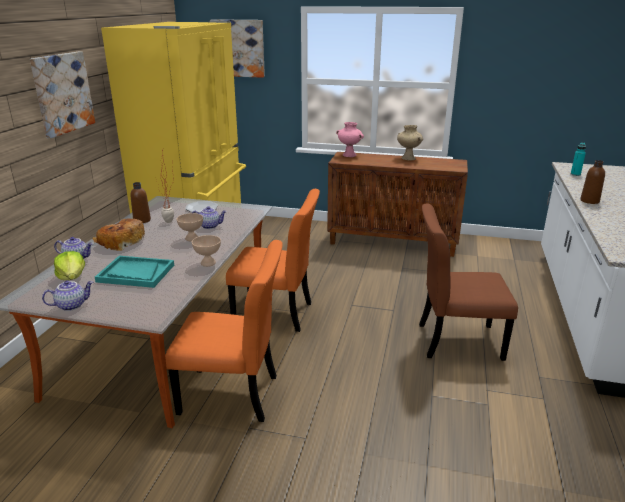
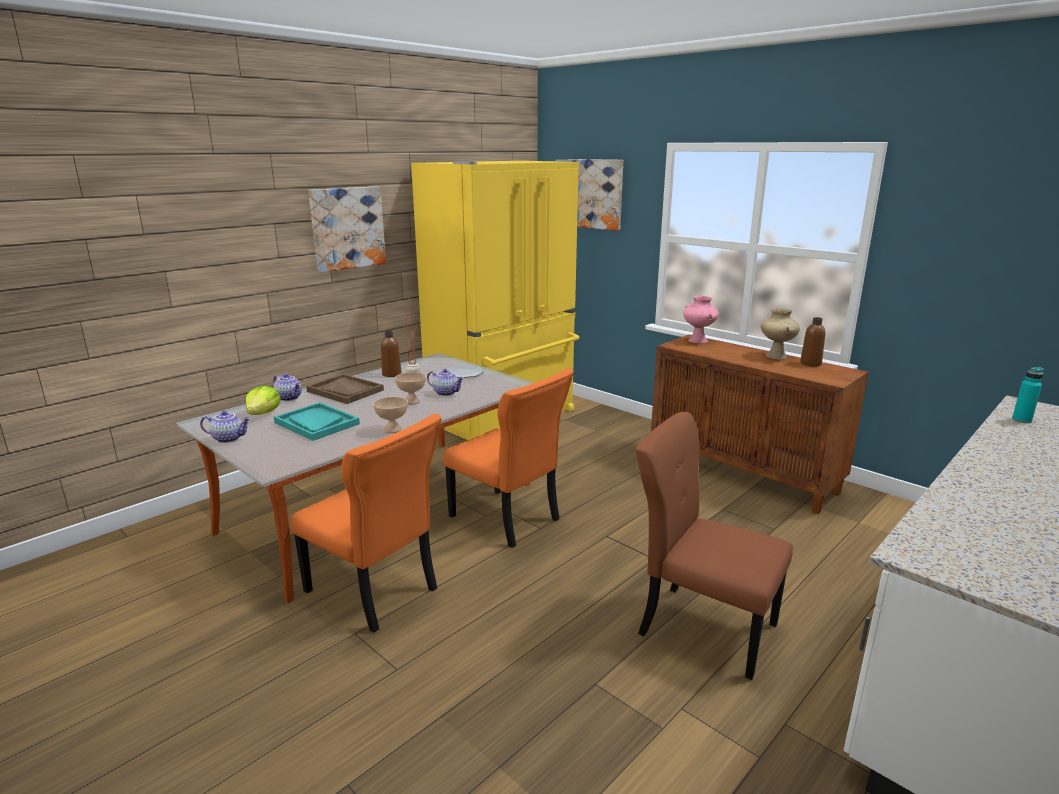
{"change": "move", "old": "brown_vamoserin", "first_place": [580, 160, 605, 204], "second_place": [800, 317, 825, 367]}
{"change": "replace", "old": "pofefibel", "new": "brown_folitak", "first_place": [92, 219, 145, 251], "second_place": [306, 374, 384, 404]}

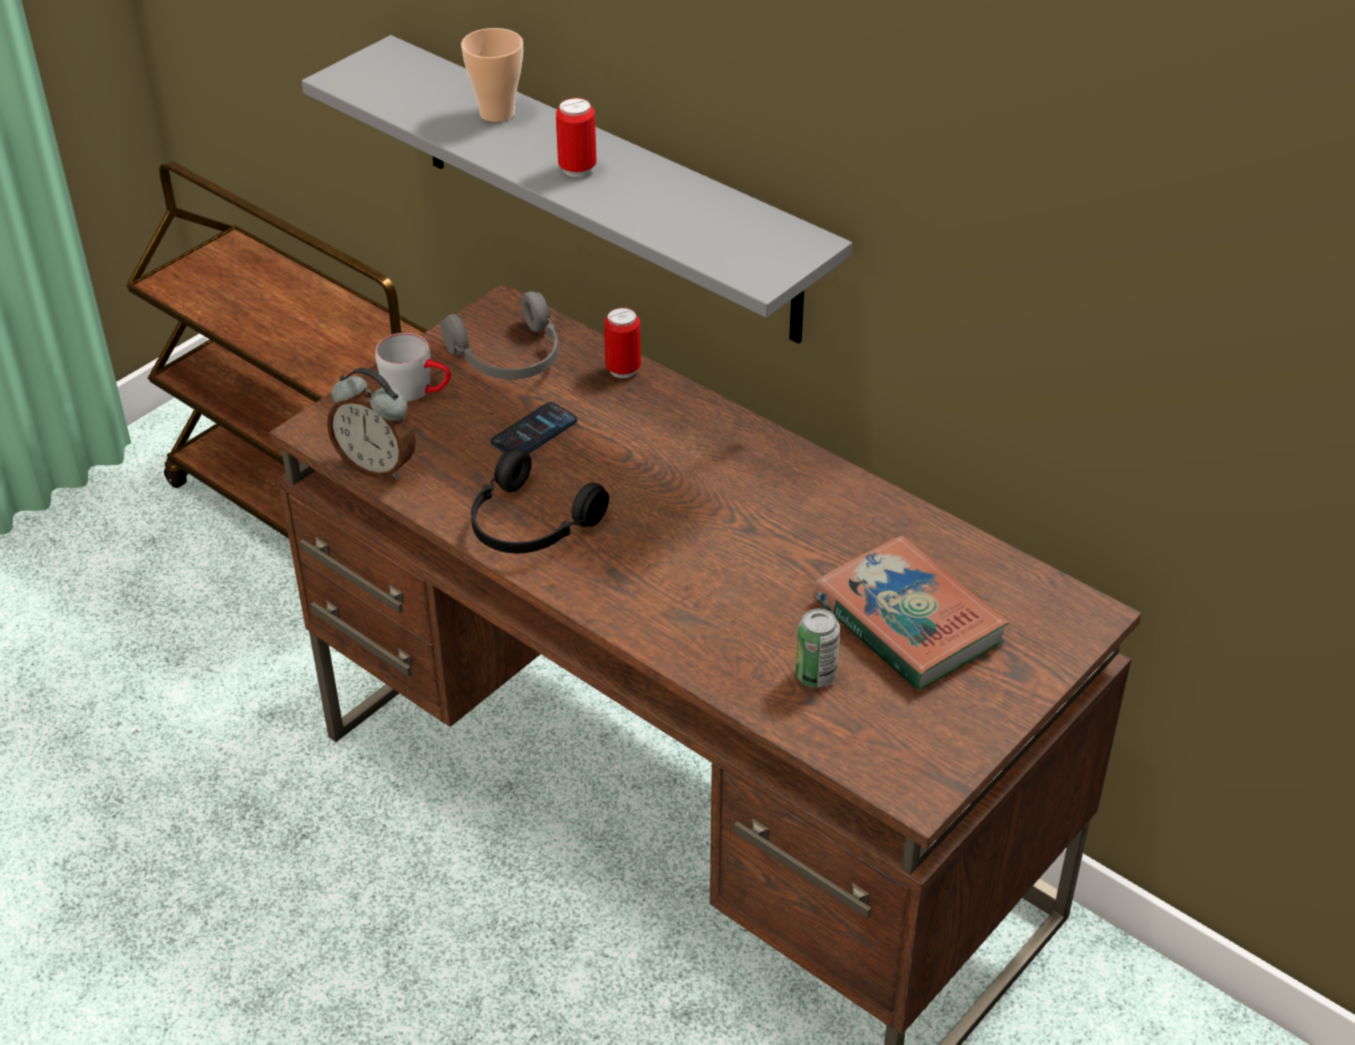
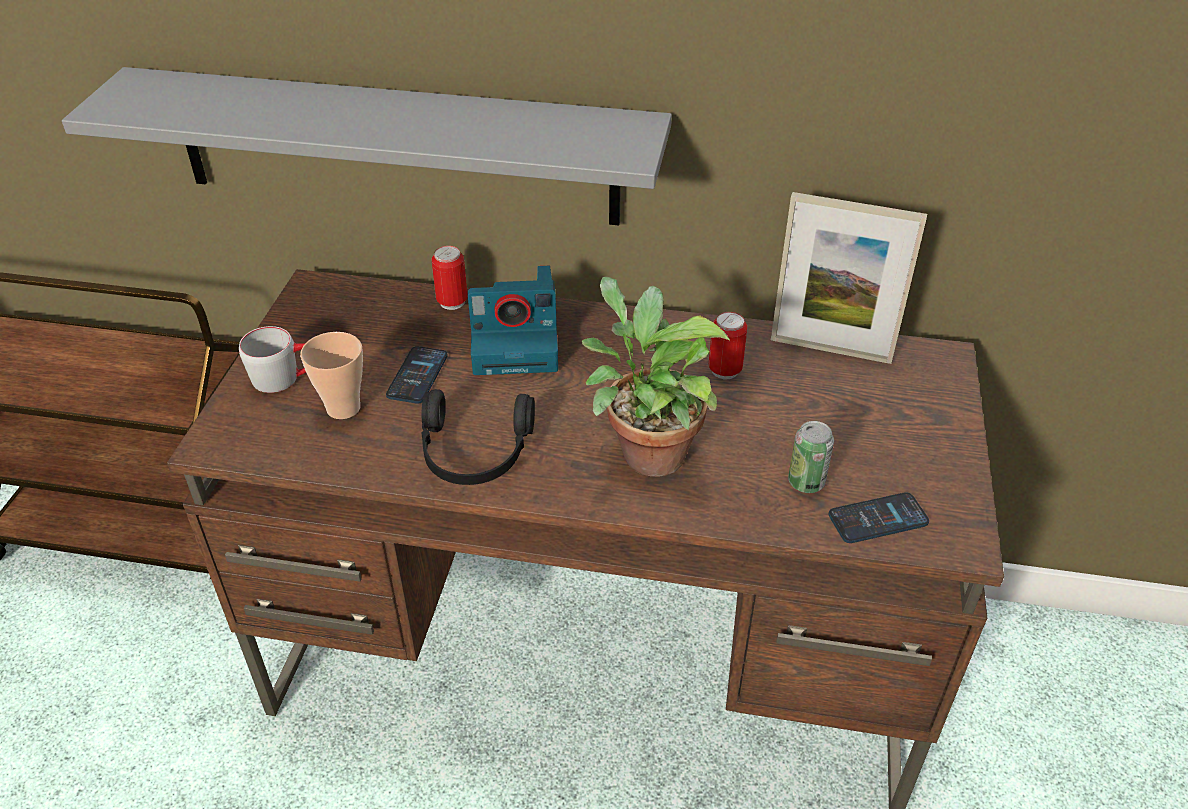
{"change": "delete", "old": "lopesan", "first_place": [327, 368, 416, 479]}
{"change": "delete", "old": "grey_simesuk", "first_place": [441, 291, 558, 380]}
{"change": "delete", "old": "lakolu", "first_place": [812, 536, 1009, 691]}
{"change": "insert", "new": "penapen", "second_place": [468, 266, 558, 375]}
{"change": "insert", "new": "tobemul", "second_place": [582, 277, 730, 477]}
{"change": "insert", "new": "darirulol", "second_place": [771, 192, 927, 364]}
{"change": "insert", "new": "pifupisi", "second_place": [829, 492, 929, 543]}
{"change": "move", "old": "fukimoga", "first_place": [461, 28, 523, 122], "second_place": [300, 332, 363, 419]}
{"change": "move", "old": "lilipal", "first_place": [556, 97, 597, 177], "second_place": [709, 312, 747, 379]}

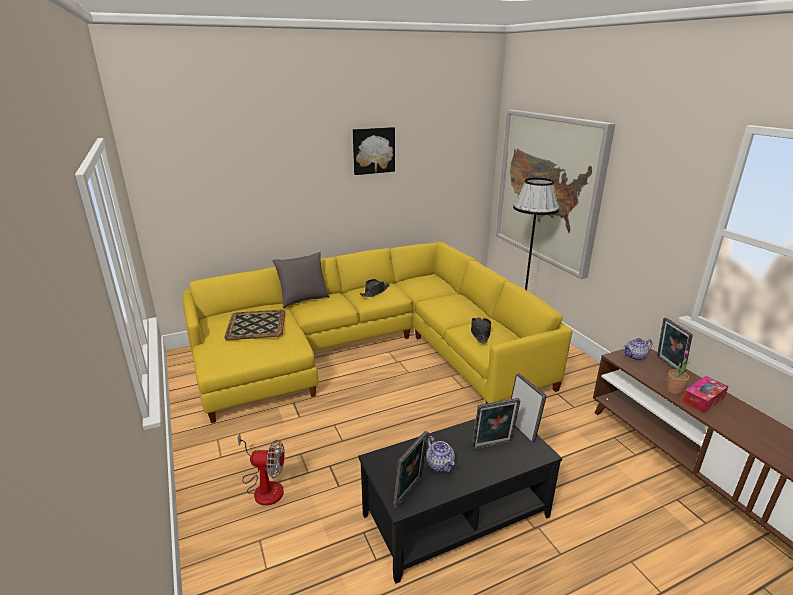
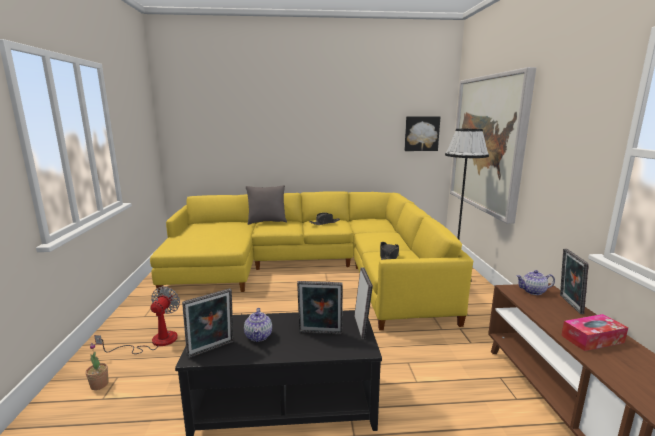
{"change": "delete", "old": "folitak", "first_place": [224, 310, 285, 340]}
{"change": "move", "old": "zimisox", "first_place": [353, 127, 395, 175], "second_place": [404, 116, 440, 151]}
{"change": "move", "old": "tobemul", "first_place": [666, 350, 689, 395], "second_place": [85, 343, 109, 390]}
{"change": "rotate", "old": "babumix", "first_place": [238, 434, 285, 506], "second_place": [94, 287, 180, 354], "degrees": -105}

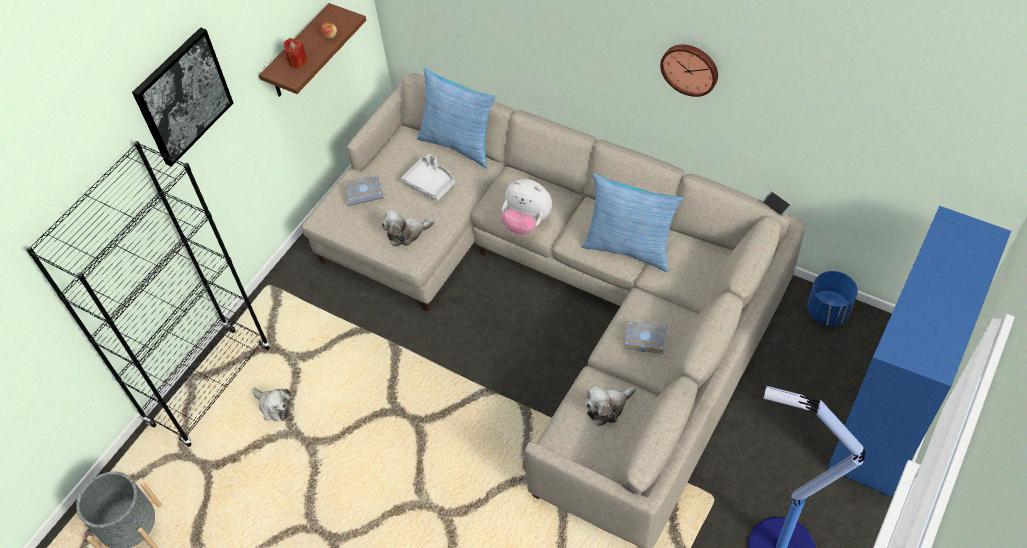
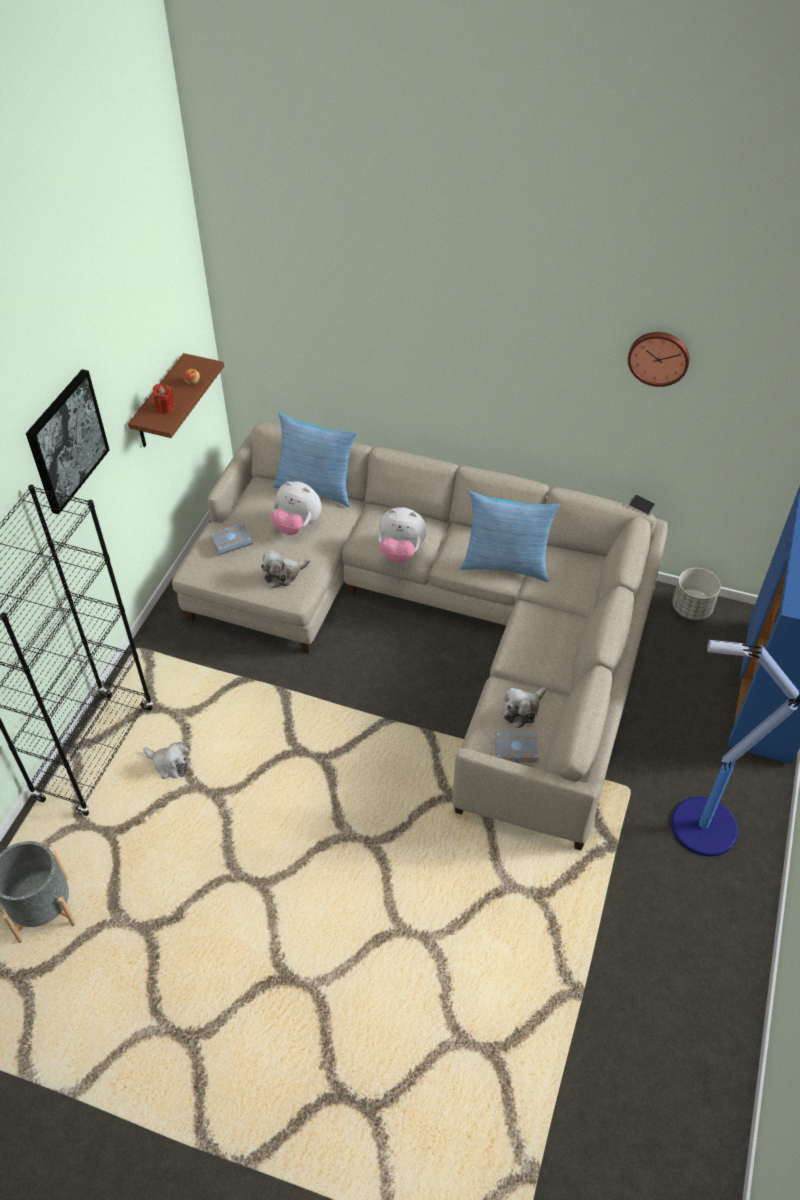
{"change": "move", "old": "grey_lakolu", "first_place": [624, 321, 667, 354], "second_place": [495, 732, 538, 763]}
{"change": "move", "old": "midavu", "first_place": [660, 44, 718, 97], "second_place": [628, 332, 690, 387]}
{"change": "replace", "old": "grey_folitak", "new": "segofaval", "first_place": [401, 154, 455, 201], "second_place": [271, 481, 322, 535]}
{"change": "recolor", "old": "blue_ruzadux", "new": "grey_ruzadux", "first_place": [807, 271, 858, 326], "second_place": [673, 568, 721, 620]}

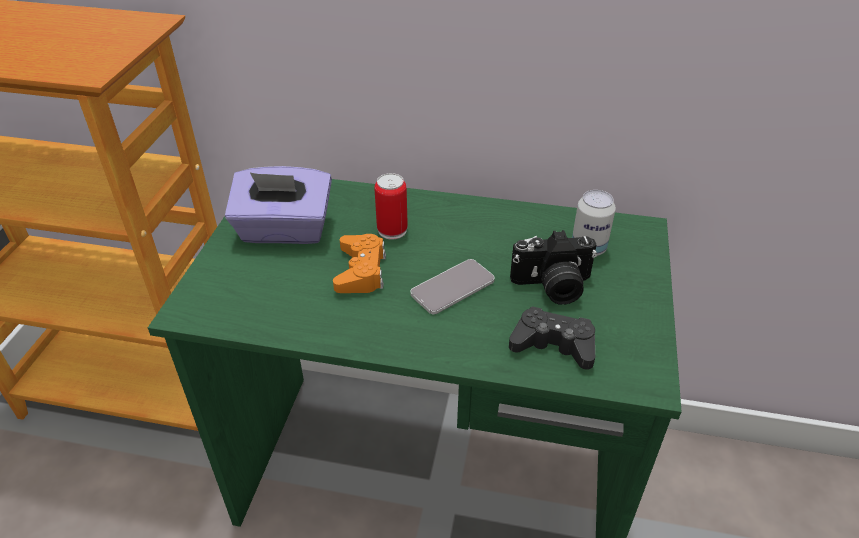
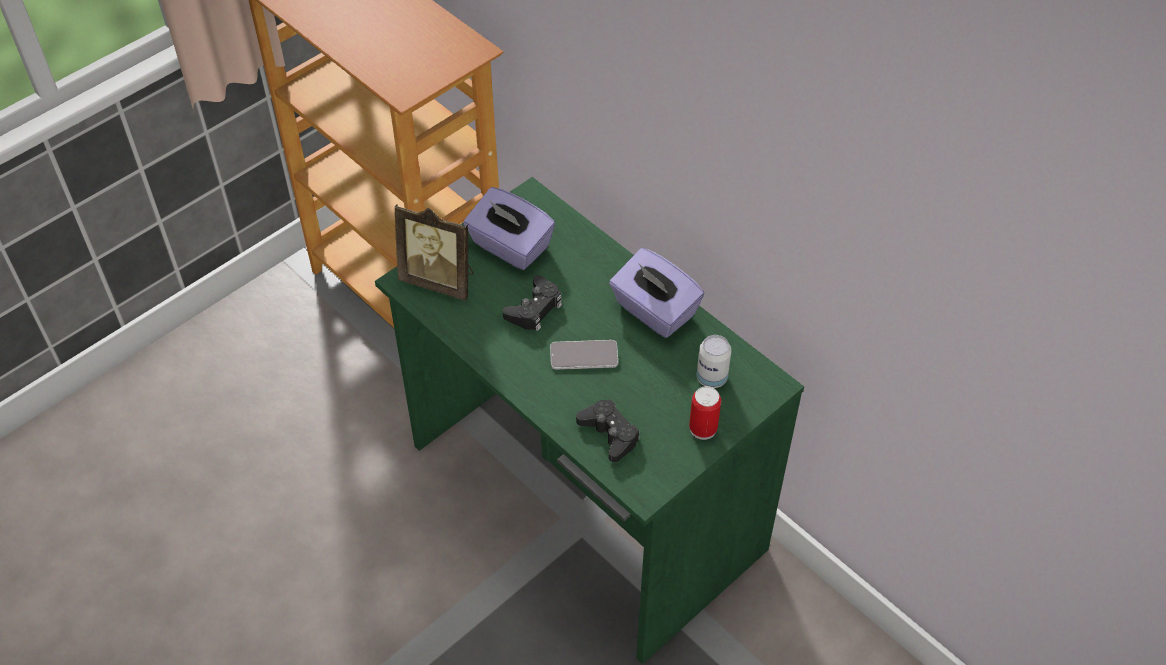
{"change": "delete", "old": "penapen", "first_place": [510, 230, 597, 305]}
{"change": "insert", "new": "darirulol", "second_place": [395, 204, 473, 301]}
{"change": "insert", "new": "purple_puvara", "second_place": [609, 248, 705, 338]}
{"change": "move", "old": "lilipal", "first_place": [374, 173, 408, 239], "second_place": [689, 386, 721, 440]}
{"change": "recolor", "old": "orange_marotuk", "new": "black_marotuk", "first_place": [333, 234, 386, 293], "second_place": [503, 275, 562, 331]}

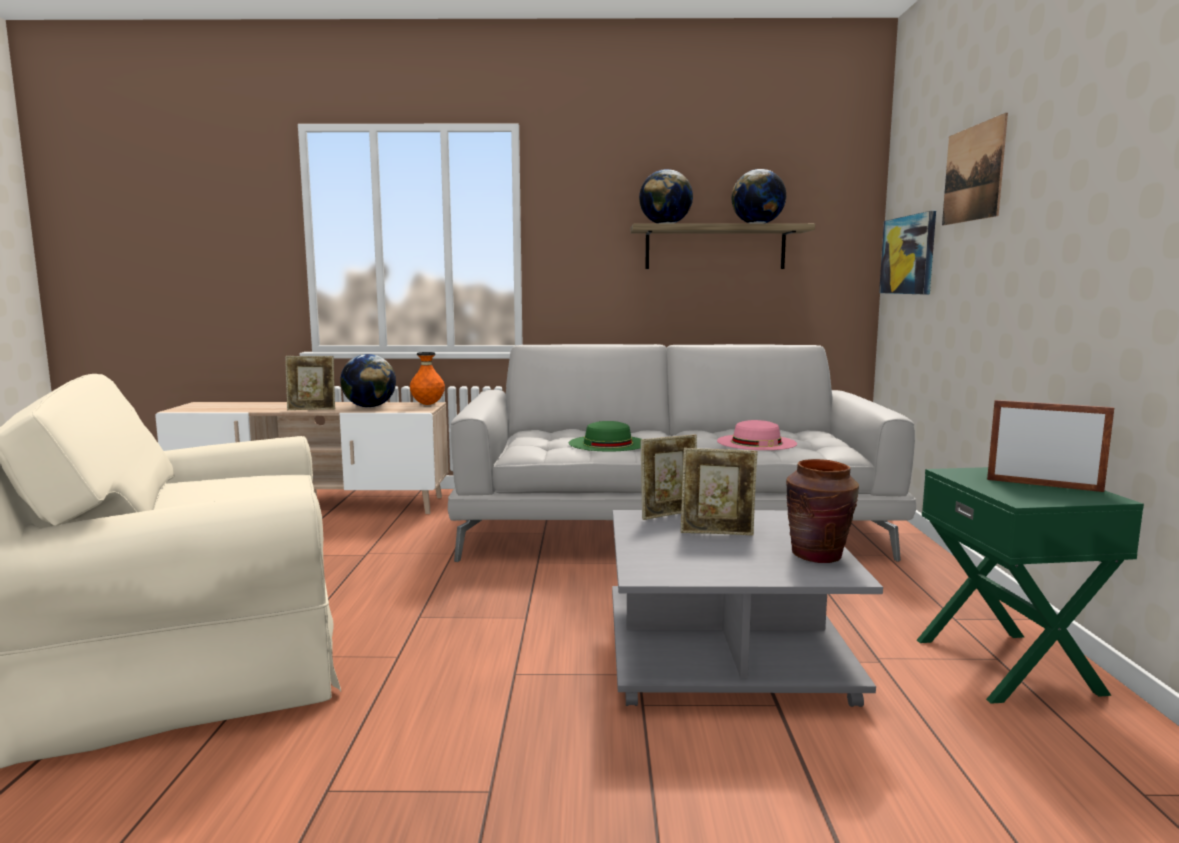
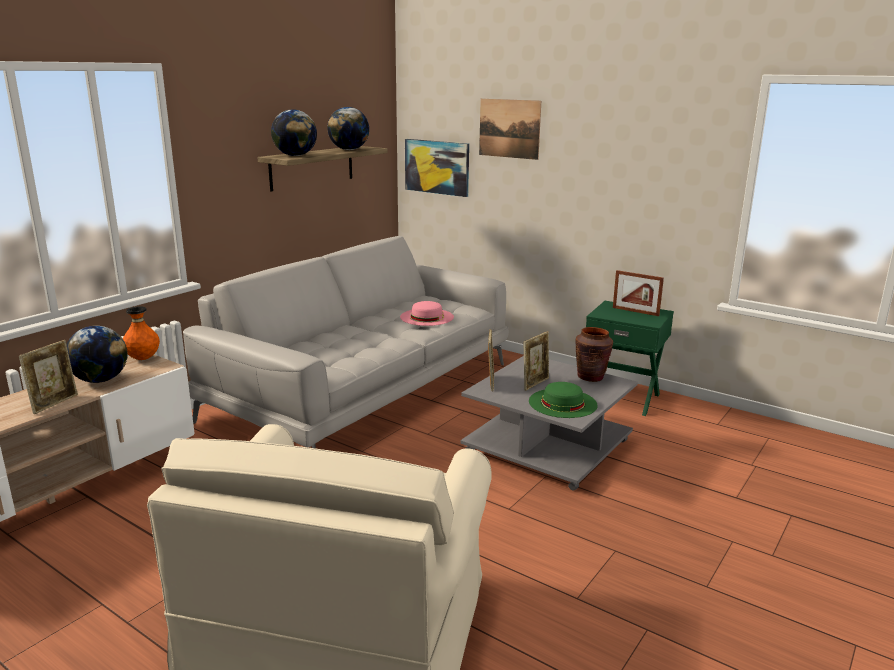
{"change": "move", "old": "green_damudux", "first_place": [569, 421, 642, 452], "second_place": [529, 382, 597, 418]}
{"change": "rotate", "old": "darirulol", "first_place": [987, 400, 1114, 492], "second_place": [613, 270, 664, 316], "degrees": -120}

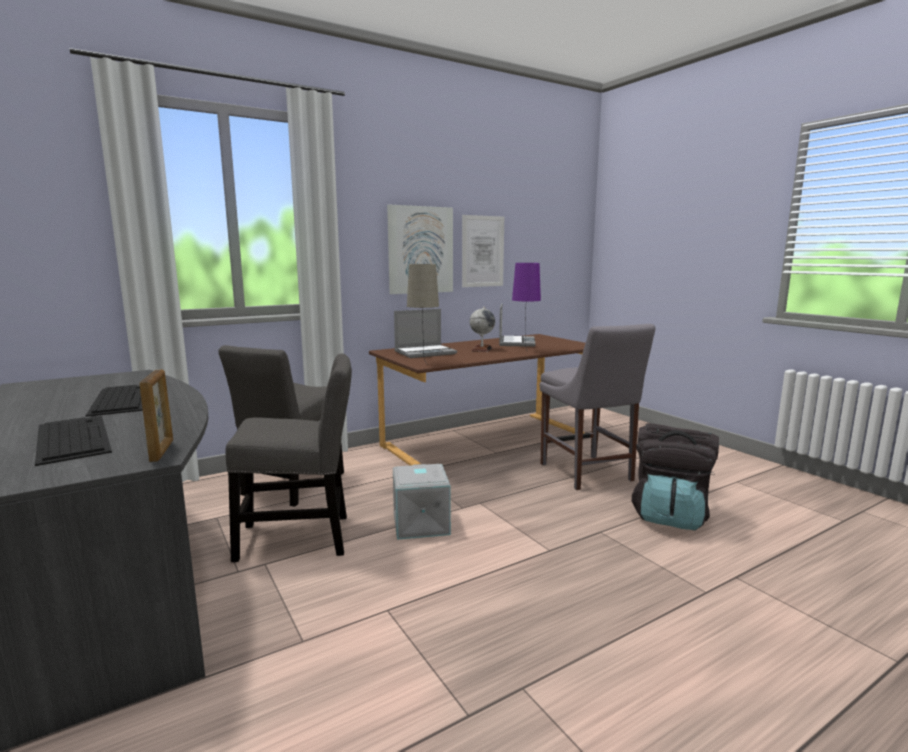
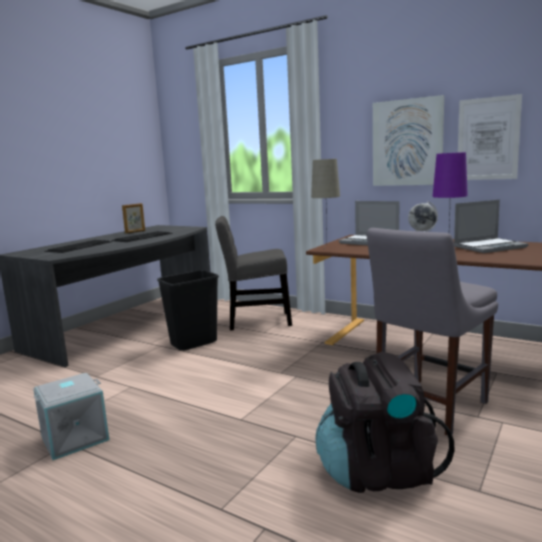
{"change": "move", "old": "darirulol", "first_place": [139, 369, 173, 462], "second_place": [122, 203, 145, 234]}
{"change": "move", "old": "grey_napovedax", "first_place": [393, 464, 451, 540], "second_place": [33, 373, 109, 460]}
{"change": "replace", "old": "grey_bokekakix", "new": "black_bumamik", "first_place": [225, 353, 352, 562], "second_place": [157, 270, 219, 351]}

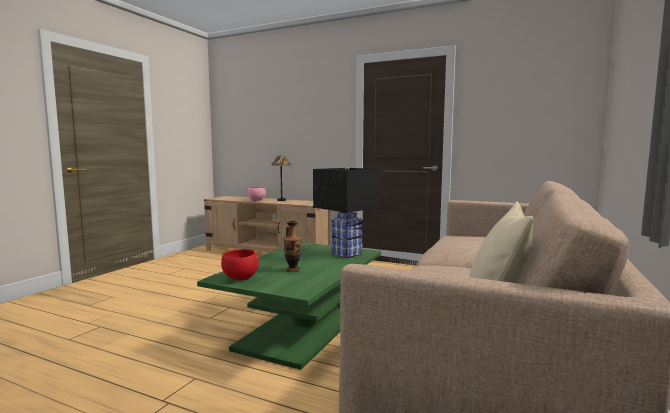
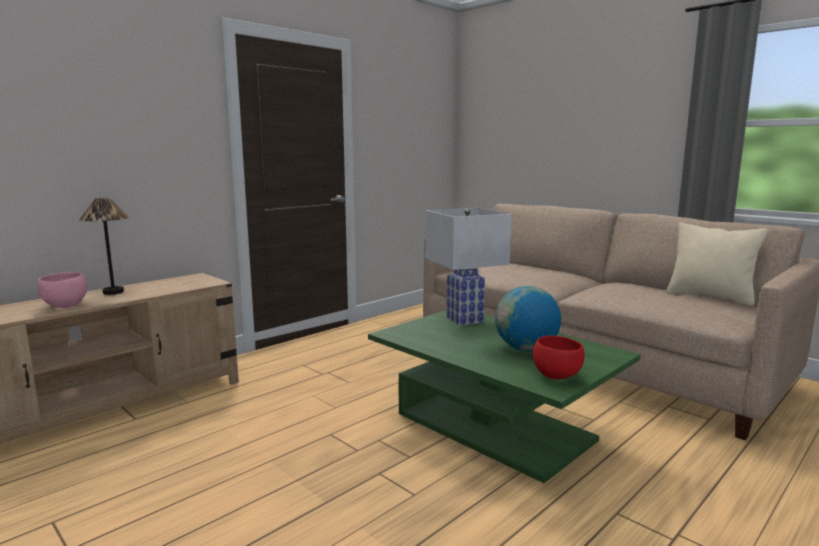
{"change": "replace", "old": "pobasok", "new": "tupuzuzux", "first_place": [283, 221, 302, 272], "second_place": [495, 286, 561, 351]}
{"change": "recolor", "old": "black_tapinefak", "new": "white_tapinefak", "first_place": [313, 167, 382, 258], "second_place": [425, 208, 512, 326]}

